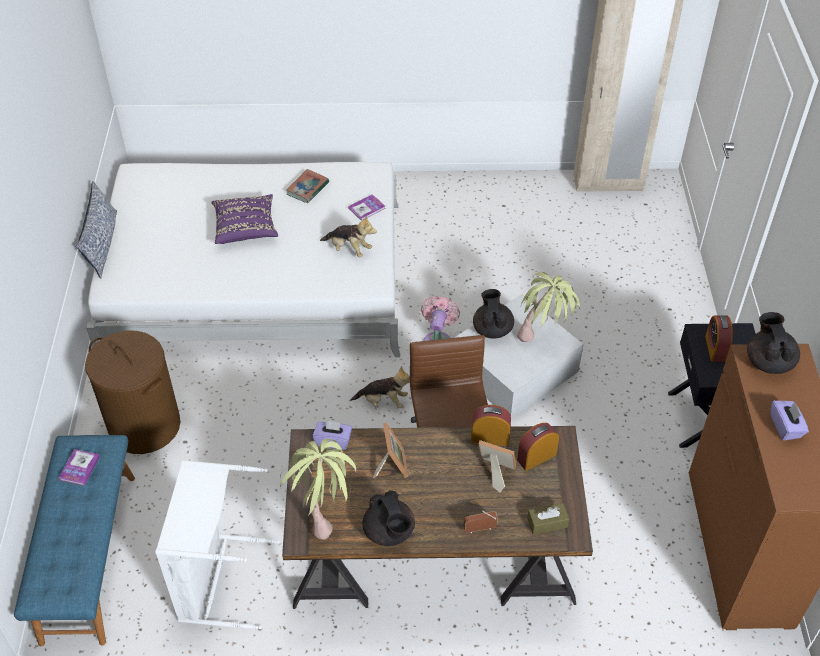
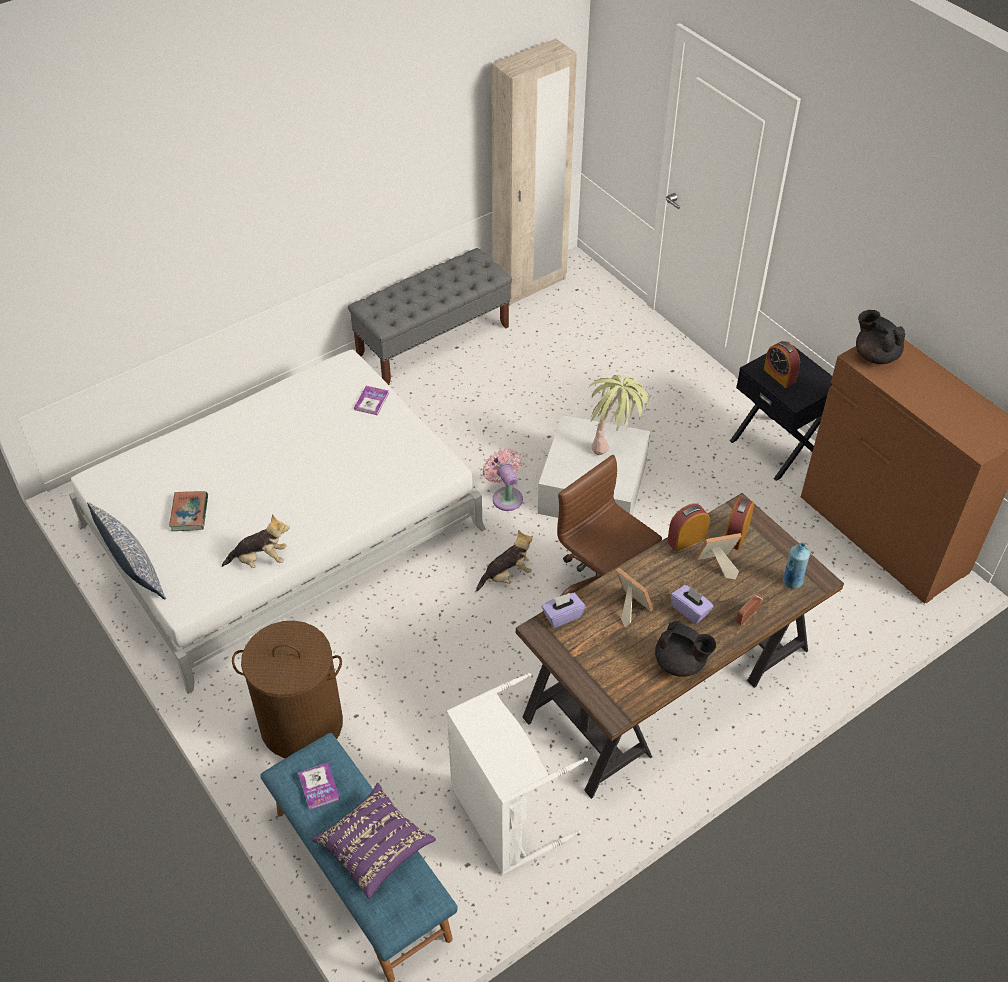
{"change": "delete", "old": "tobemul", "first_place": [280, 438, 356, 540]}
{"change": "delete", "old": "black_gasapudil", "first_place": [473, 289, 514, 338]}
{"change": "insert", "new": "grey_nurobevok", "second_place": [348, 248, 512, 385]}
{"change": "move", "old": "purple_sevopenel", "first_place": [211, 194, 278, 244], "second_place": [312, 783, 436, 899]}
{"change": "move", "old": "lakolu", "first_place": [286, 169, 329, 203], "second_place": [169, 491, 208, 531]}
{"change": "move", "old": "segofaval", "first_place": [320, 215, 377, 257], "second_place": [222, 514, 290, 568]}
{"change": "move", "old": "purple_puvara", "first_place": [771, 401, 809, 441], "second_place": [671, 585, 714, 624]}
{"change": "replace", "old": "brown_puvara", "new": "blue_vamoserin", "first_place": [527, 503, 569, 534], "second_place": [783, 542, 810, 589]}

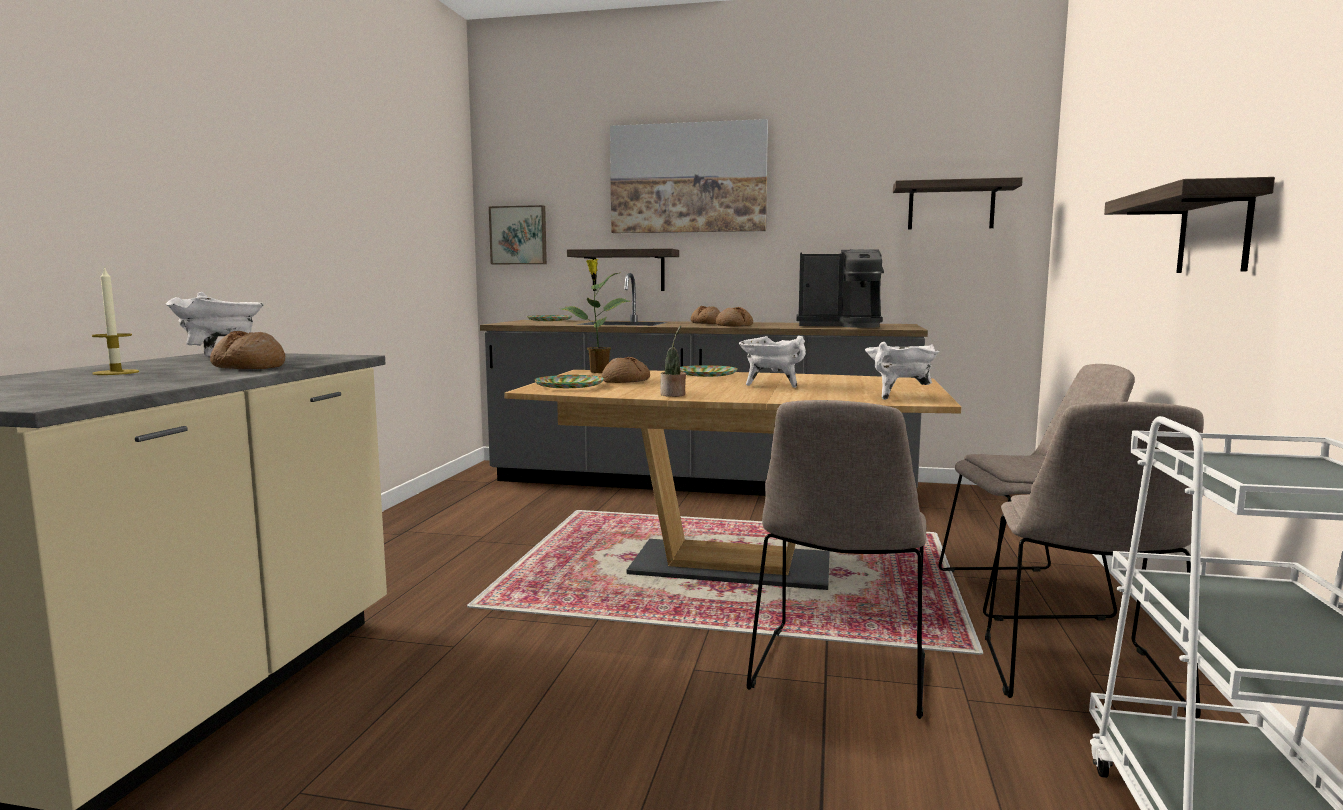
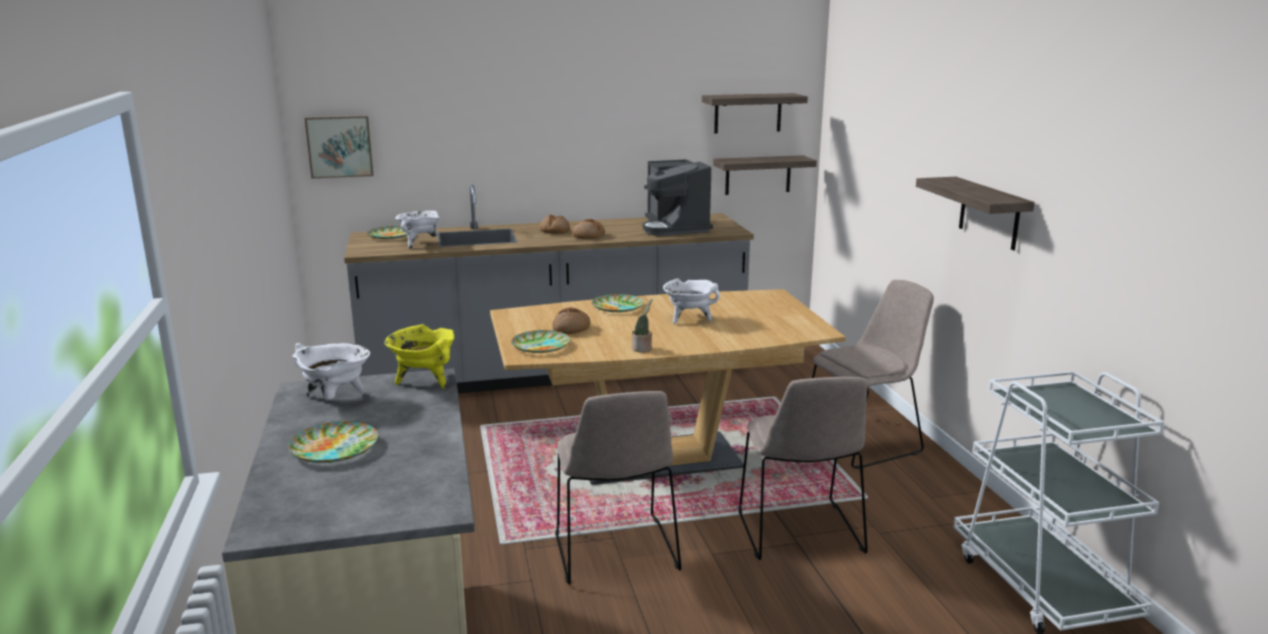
{"change": "delete", "old": "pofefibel", "first_place": [210, 331, 285, 369]}
{"change": "delete", "old": "tobemul", "first_place": [561, 259, 630, 373]}
{"change": "delete", "old": "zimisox", "first_place": [610, 119, 768, 233]}
{"change": "insert", "new": "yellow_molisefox", "second_place": [385, 324, 454, 389]}
{"change": "move", "old": "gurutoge", "first_place": [567, 248, 679, 291], "second_place": [713, 155, 817, 195]}
{"change": "move", "old": "white_molisefox", "first_place": [865, 342, 939, 400], "second_place": [395, 211, 440, 249]}
{"change": "move", "old": "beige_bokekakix", "first_place": [985, 402, 1204, 718], "second_place": [555, 391, 681, 585]}
{"change": "replace", "old": "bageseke", "new": "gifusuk", "first_place": [92, 266, 139, 375], "second_place": [288, 421, 378, 463]}
{"change": "rotate", "old": "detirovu", "first_place": [797, 249, 884, 328], "second_place": [643, 159, 713, 236], "degrees": 90}

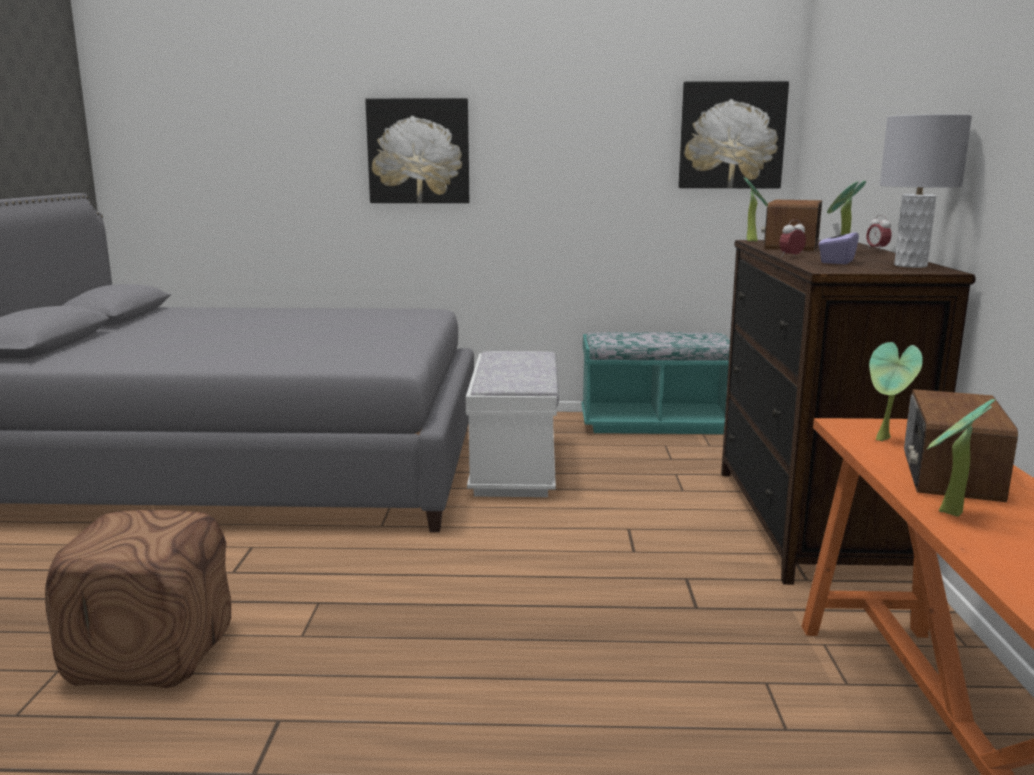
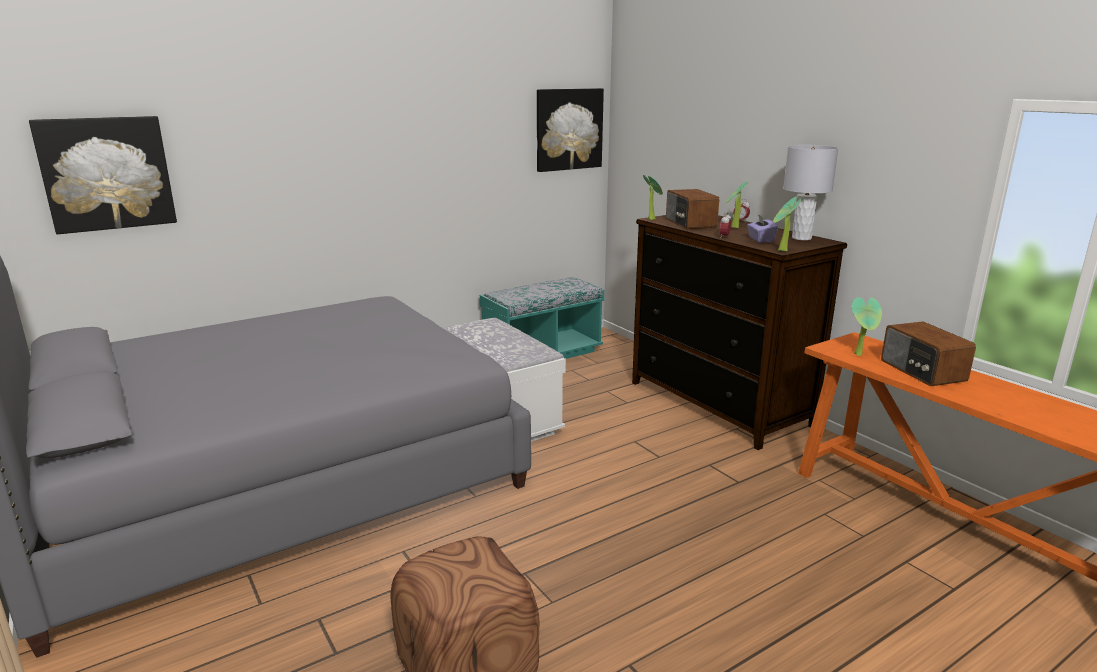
{"change": "move", "old": "zimisox", "first_place": [365, 98, 469, 203], "second_place": [29, 116, 177, 234]}
{"change": "move", "old": "tobemul", "first_place": [926, 399, 995, 517], "second_place": [773, 197, 802, 251]}

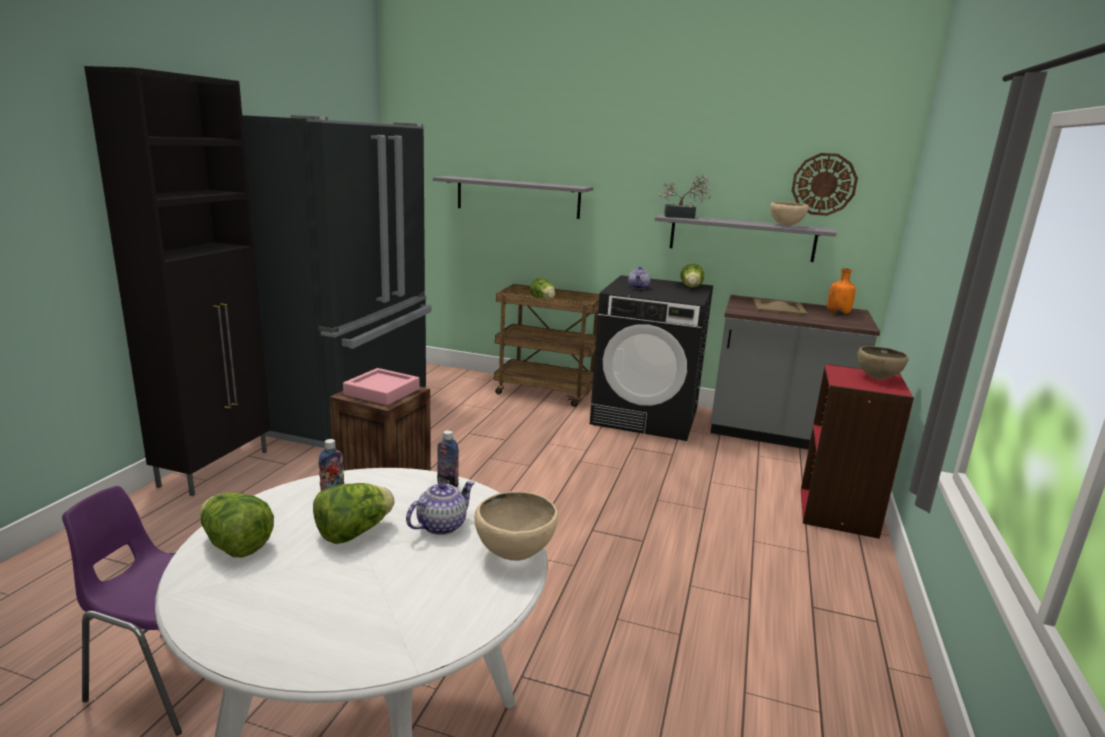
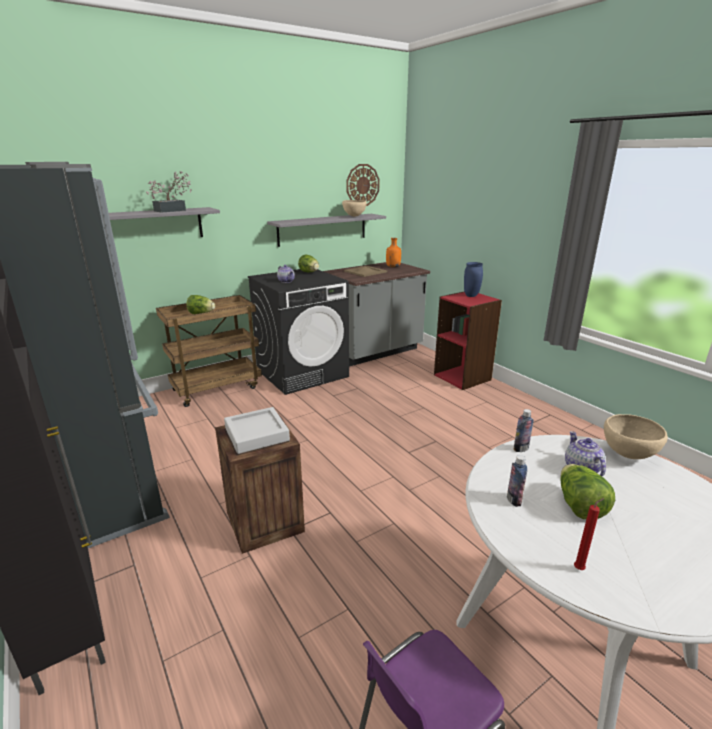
{"change": "move", "old": "tobemul", "first_place": [658, 175, 711, 219], "second_place": [146, 171, 192, 213]}
{"change": "replace", "old": "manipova", "new": "red_bageseke", "first_place": [200, 492, 274, 557], "second_place": [574, 498, 604, 570]}
{"change": "replace", "old": "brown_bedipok", "new": "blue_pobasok", "first_place": [857, 346, 909, 379], "second_place": [464, 262, 483, 297]}
{"change": "recolor", "old": "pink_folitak", "new": "grey_folitak", "first_place": [343, 368, 420, 406], "second_place": [224, 407, 290, 454]}

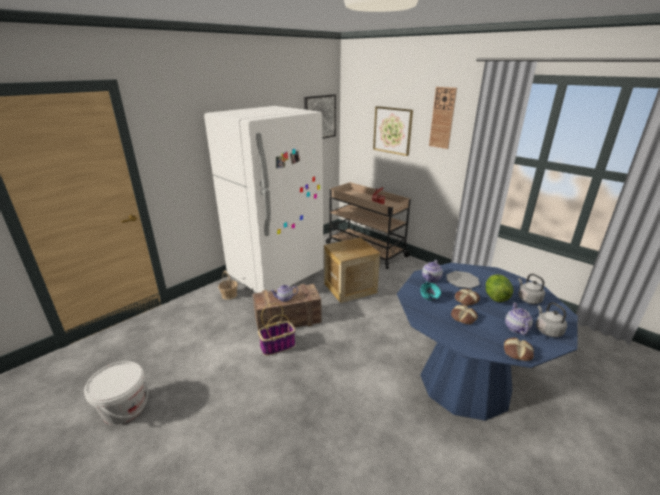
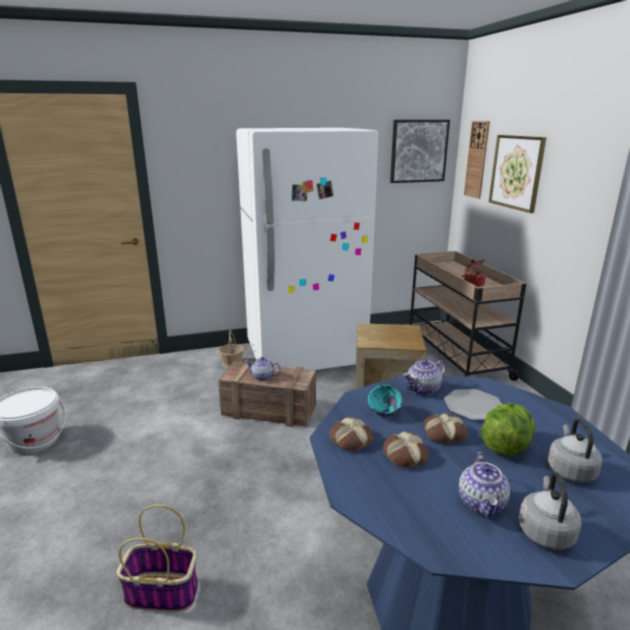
{"change": "move", "old": "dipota", "first_place": [258, 303, 296, 356], "second_place": [117, 505, 198, 612]}
{"change": "move", "old": "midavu", "first_place": [429, 87, 457, 149], "second_place": [464, 121, 490, 199]}
{"change": "move", "old": "pofefibel", "first_place": [504, 338, 534, 361], "second_place": [330, 417, 373, 451]}
{"change": "rotate", "old": "gasapudil", "first_place": [505, 303, 533, 335], "second_place": [459, 452, 510, 518], "degrees": 150}

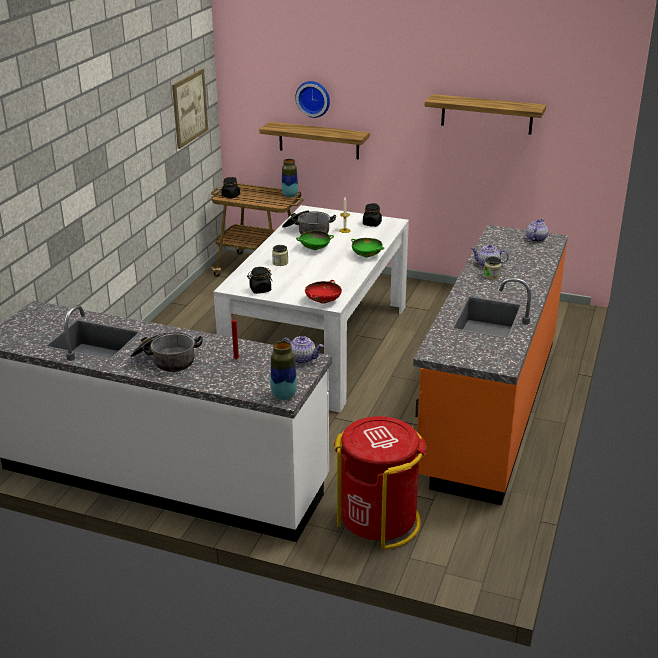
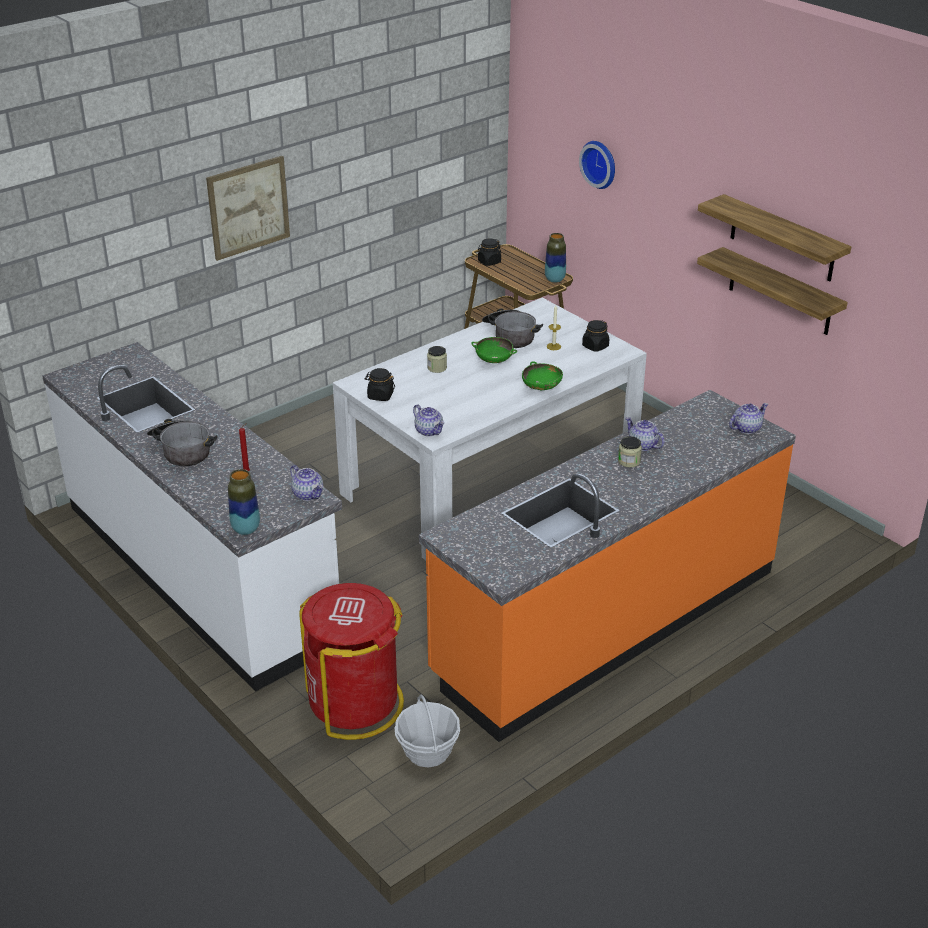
{"change": "insert", "new": "dipota", "second_place": [395, 695, 460, 768]}
{"change": "move", "old": "zimisox", "first_place": [172, 69, 208, 149], "second_place": [206, 156, 290, 261]}
{"change": "move", "old": "gurutoge", "first_place": [259, 122, 370, 159], "second_place": [697, 247, 848, 335]}
{"change": "replace", "old": "red_bedipok", "new": "gasapudil", "first_place": [305, 280, 342, 304], "second_place": [413, 404, 444, 436]}

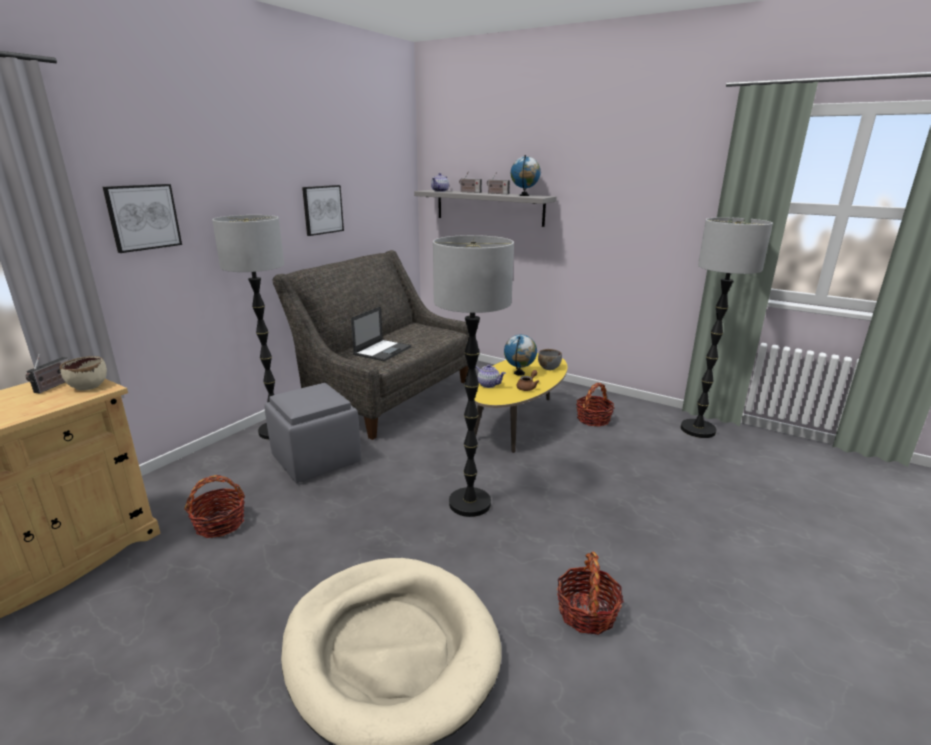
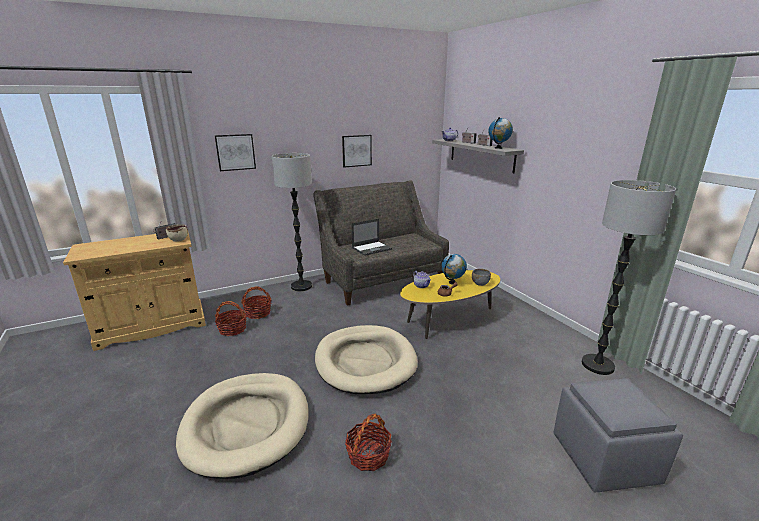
{"change": "move", "old": "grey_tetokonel", "first_place": [264, 383, 361, 483], "second_place": [553, 378, 683, 492]}
{"change": "move", "old": "dipota", "first_place": [576, 383, 614, 427], "second_place": [241, 287, 272, 319]}
{"change": "replace", "old": "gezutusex", "new": "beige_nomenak", "first_place": [433, 235, 514, 517], "second_place": [315, 325, 418, 394]}

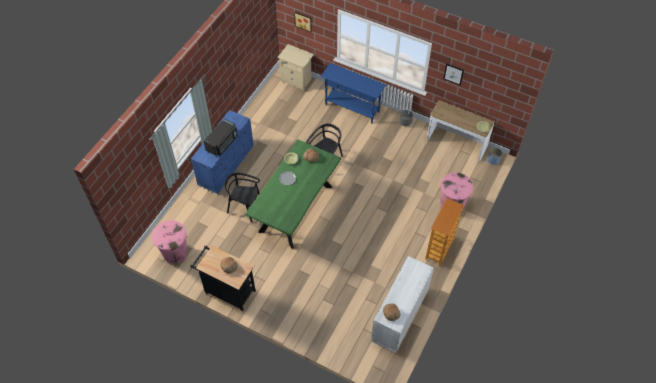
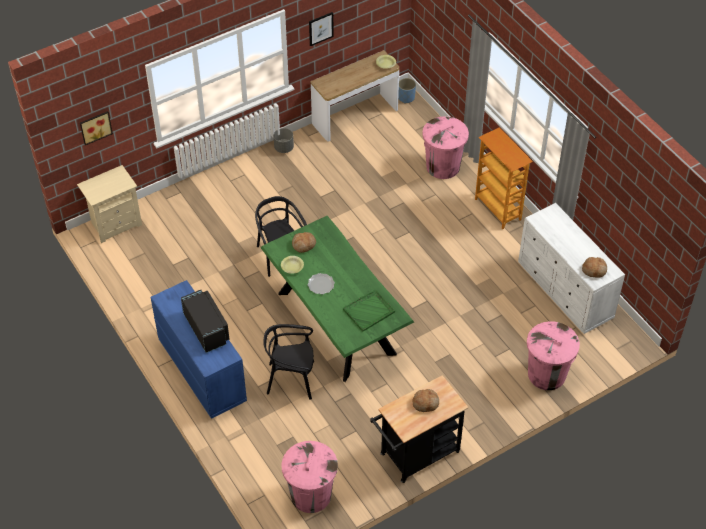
{"change": "delete", "old": "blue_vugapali", "first_place": [321, 63, 386, 123]}
{"change": "insert", "new": "green_folitak", "second_place": [343, 289, 395, 332]}
{"change": "insert", "new": "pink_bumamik", "second_place": [527, 321, 580, 390]}
{"change": "rotate", "old": "black_bokekakix", "first_place": [224, 172, 260, 222], "second_place": [263, 324, 314, 400], "degrees": 45}

